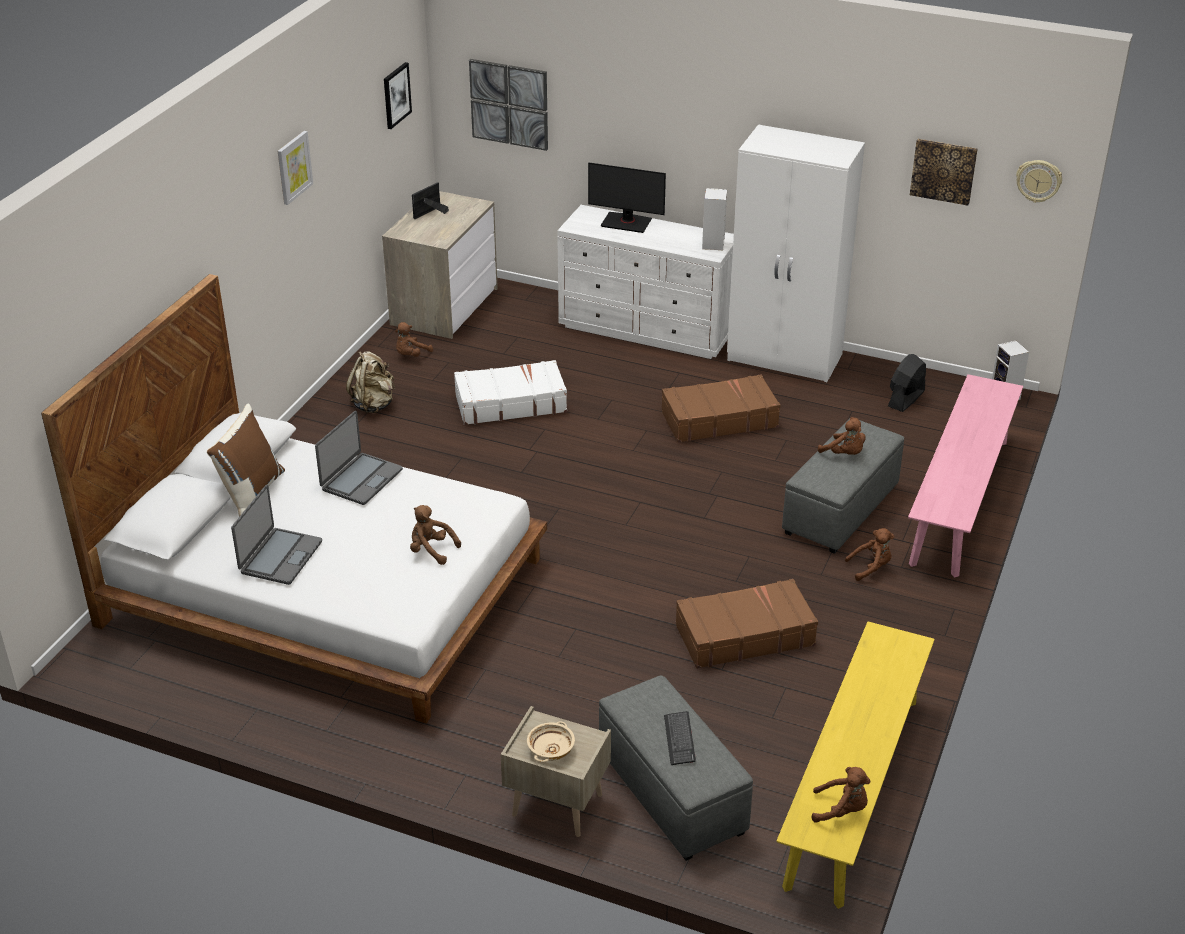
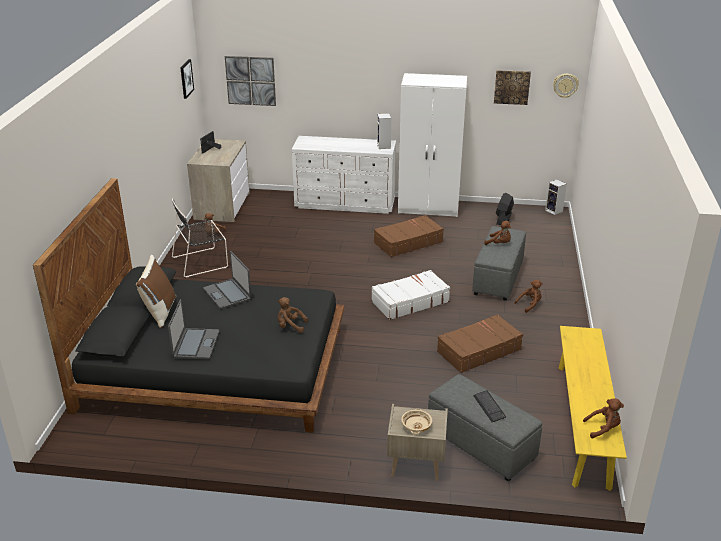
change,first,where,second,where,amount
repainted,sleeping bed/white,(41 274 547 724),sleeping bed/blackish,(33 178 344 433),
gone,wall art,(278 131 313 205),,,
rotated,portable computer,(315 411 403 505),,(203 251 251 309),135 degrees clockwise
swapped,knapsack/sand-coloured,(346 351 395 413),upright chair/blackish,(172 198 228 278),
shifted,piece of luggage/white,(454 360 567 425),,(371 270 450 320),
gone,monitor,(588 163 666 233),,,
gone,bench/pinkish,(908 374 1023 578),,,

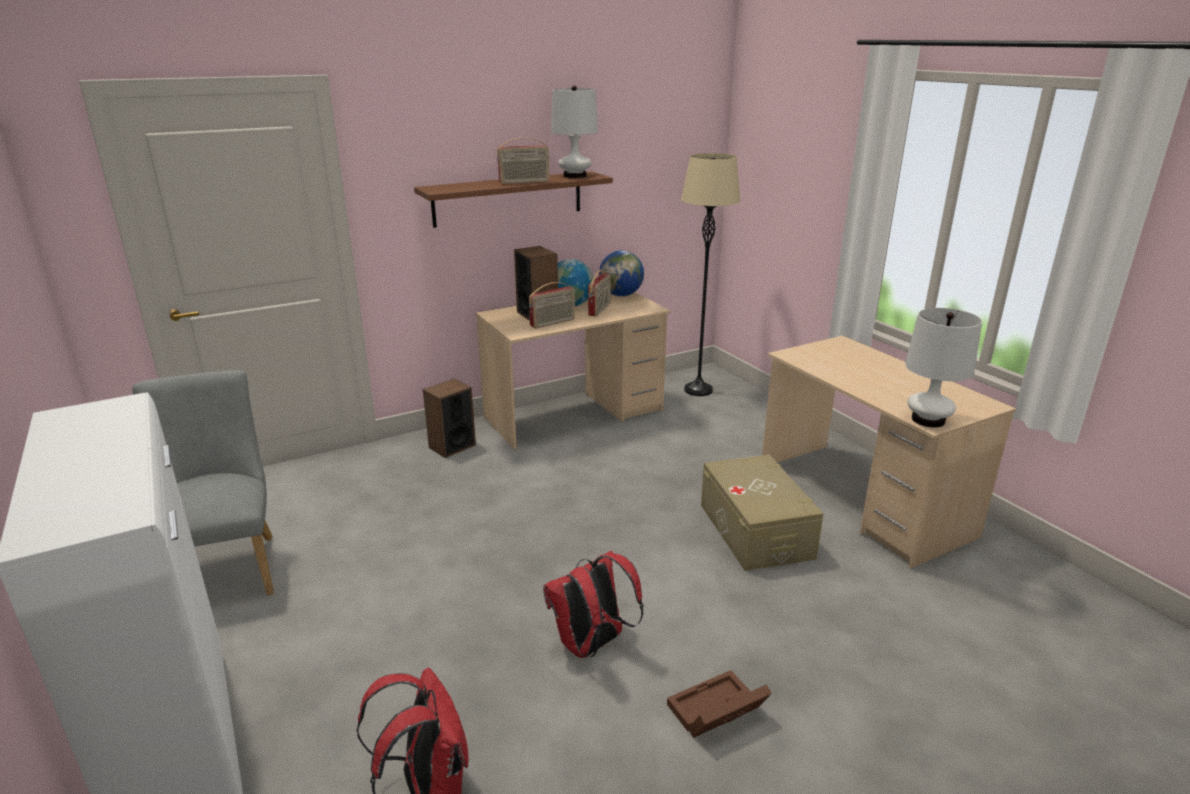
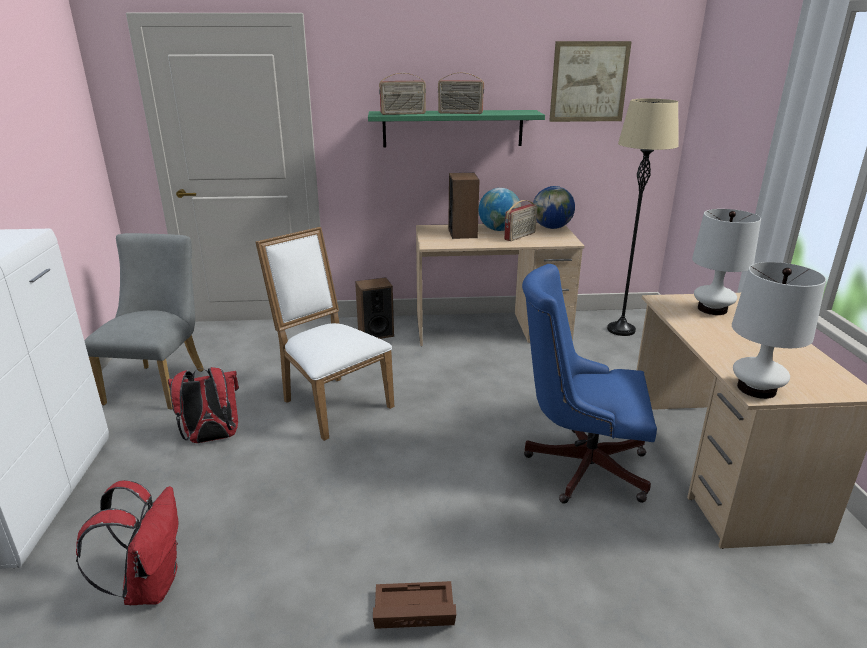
change,first,where,second,where,amount
repainted,bracket shelf/brownish,(414 171 613 228),bracket shelf/green,(368 110 545 148),
shifted,radio receiver,(529 282 575 328),,(379 73 426 115),
shifted,knapsack/red,(543 551 643 658),,(168 367 239 443),
shifted,lamp for a table/white,(551 86 598 178),,(692 209 761 315),
swapped,storage bin/sand-coloured,(701 455 823 571),desk chair/blue-coloured,(522 264 657 504),
new,,,upright chair/white,(256 227 394 441),
new,,,wall art,(549 41 632 122),

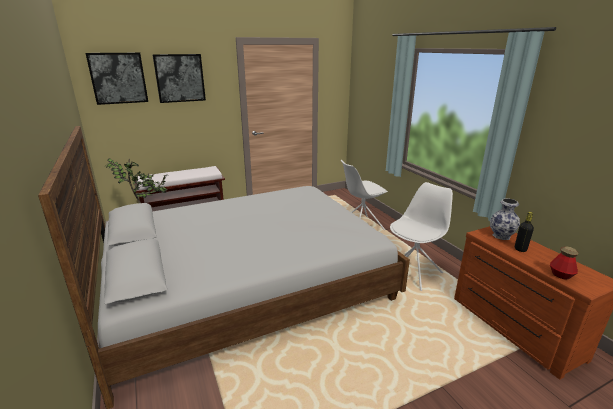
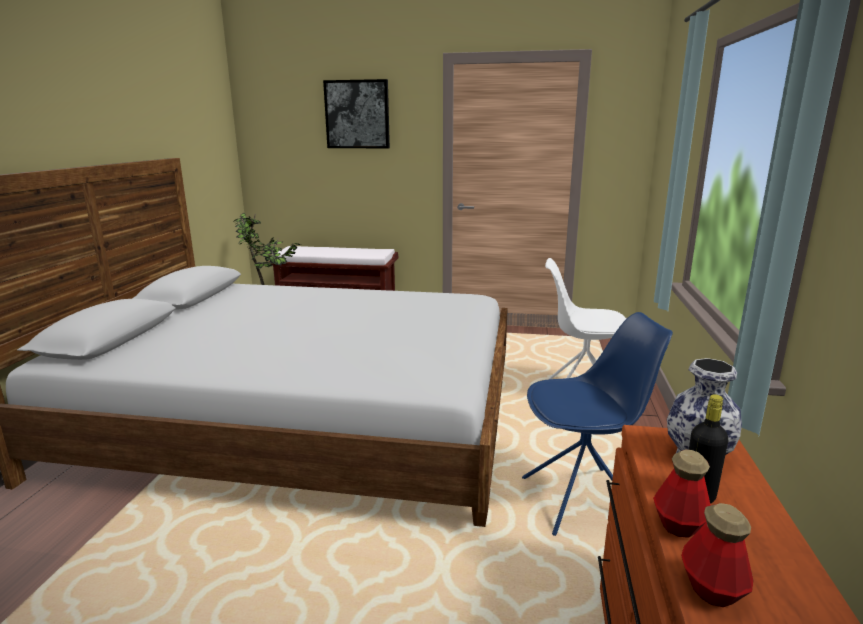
change,first,where,second,where,amount
gone,wall art,(86 53 148 105),,,
repainted,upright chair/white,(390 182 453 291),upright chair/blue-coloured,(522 312 673 536),
new,,,bottle,(653 450 711 538),

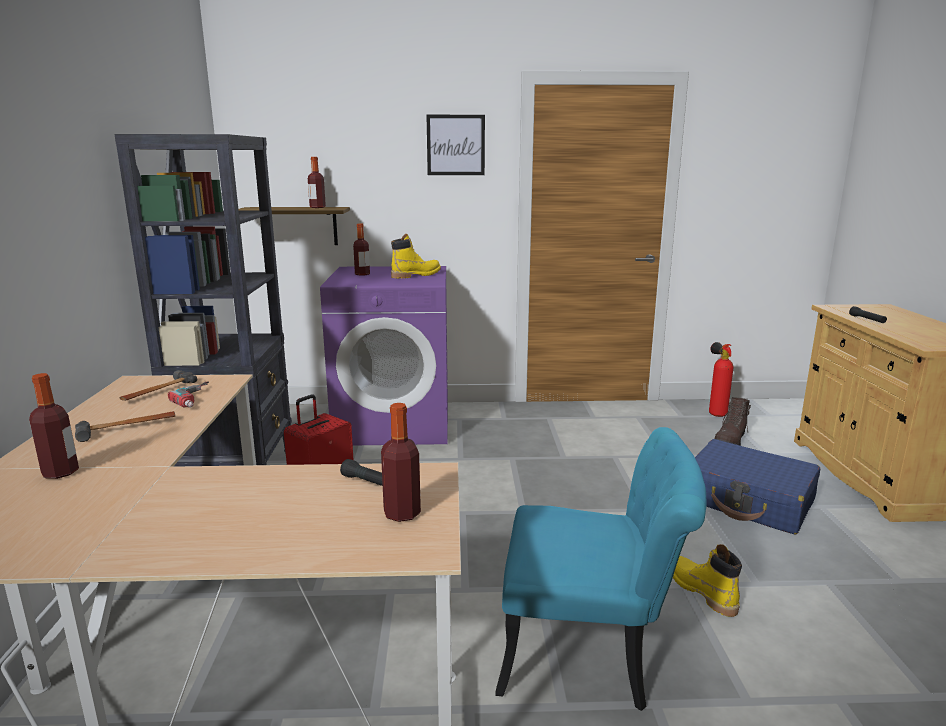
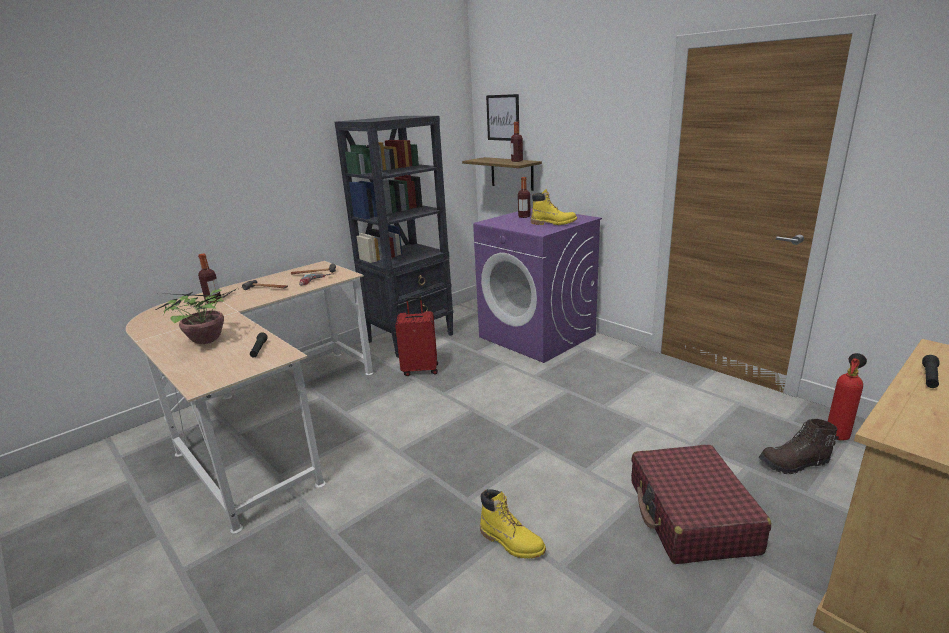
change,first,where,second,where,amount
gone,bottle,(381 403 421 522),,,
shifted,wall art,(427 115 485 175),,(486 94 519 141),
gone,upright chair/turquoise,(495 427 706 711),,,
rotated,high-top boot/yellow-coloured,(673 544 742 617),,(480 489 546 559),105 degrees clockwise
repainted,piece of luggage/blue-coloured,(695 439 820 535),piece of luggage/red,(631 445 771 564),
new,,,plant in a pot,(156 288 237 344),

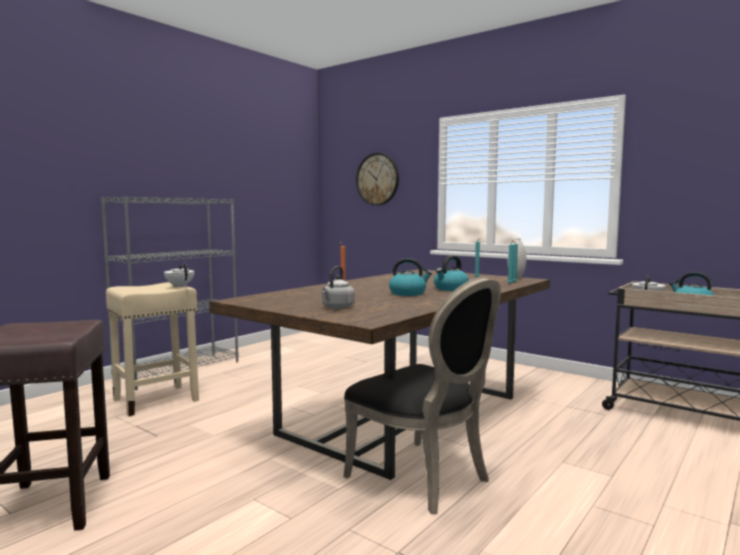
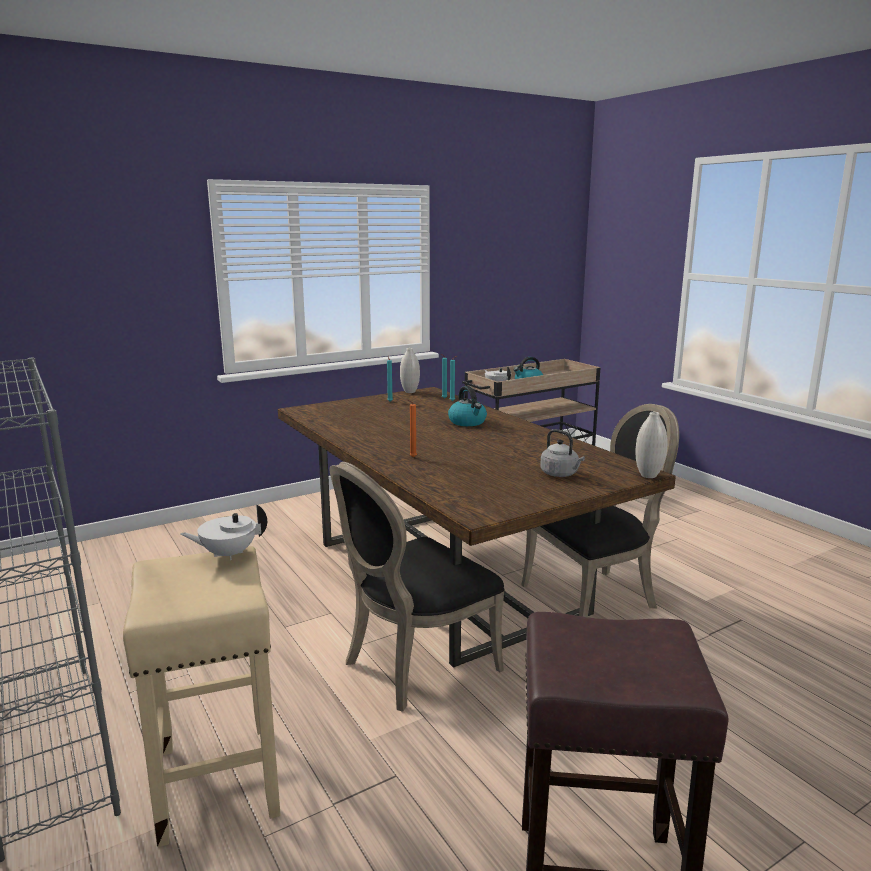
change,first,where,second,where,amount
gone,wall clock,(356 153 399 206),,,
gone,kettle,(389 258 432 296),,,
new,,,upright chair/blackish,(330 462 505 712),
new,,,decorative vase/white,(635 412 668 478),

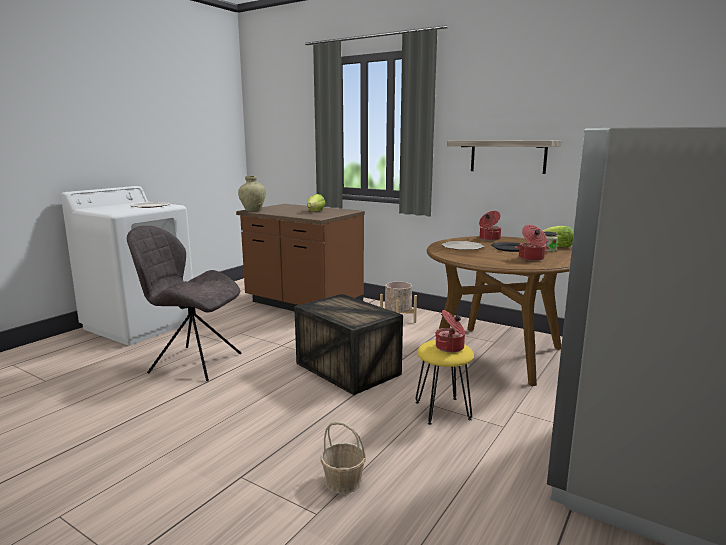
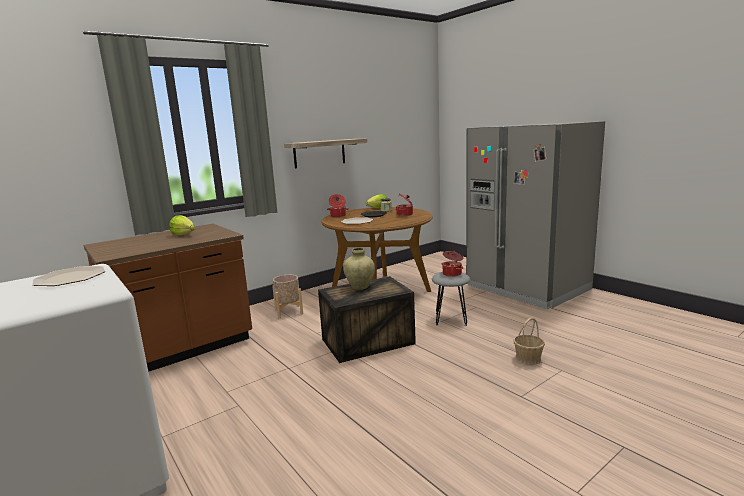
change,first,where,second,where,amount
gone,upright chair/greyish,(127 226 241 381),,,
shifted,decorative vase/sand-coloured,(238 176 266 211),,(343 248 375 290),
repainted,stool/yellow-coloured,(415 340 474 425),stool/greyish,(432 272 470 326),

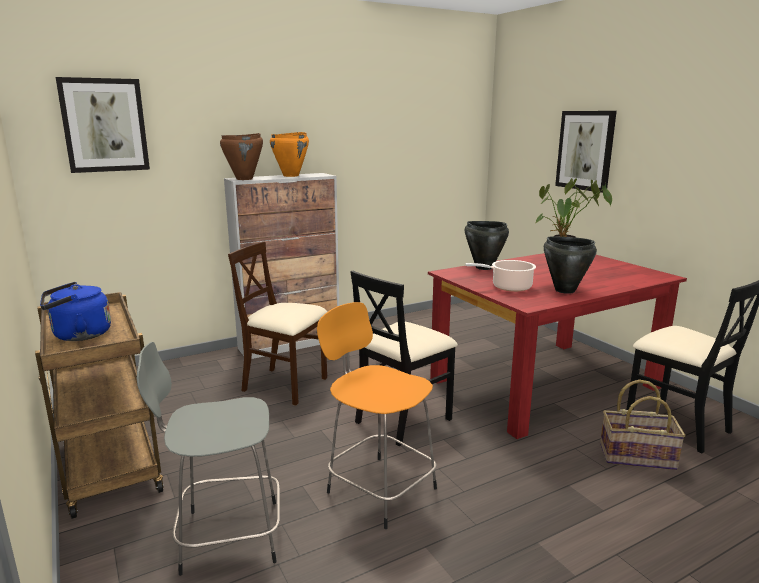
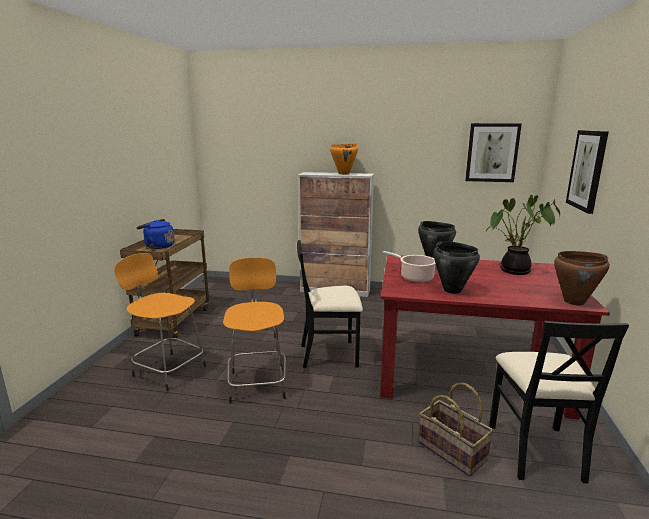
change,first,where,second,where,amount
shifted,wall art,(56 77 150 173),,(465 123 522 182),
repainted,stool/greyish,(137 342 280 576),stool/orangey,(114 253 206 391),
shifted,saucepot/brownish,(220 133 263 180),,(554 251 610 306),
gone,upright chair/sand-coloured,(228 242 327 406),,,

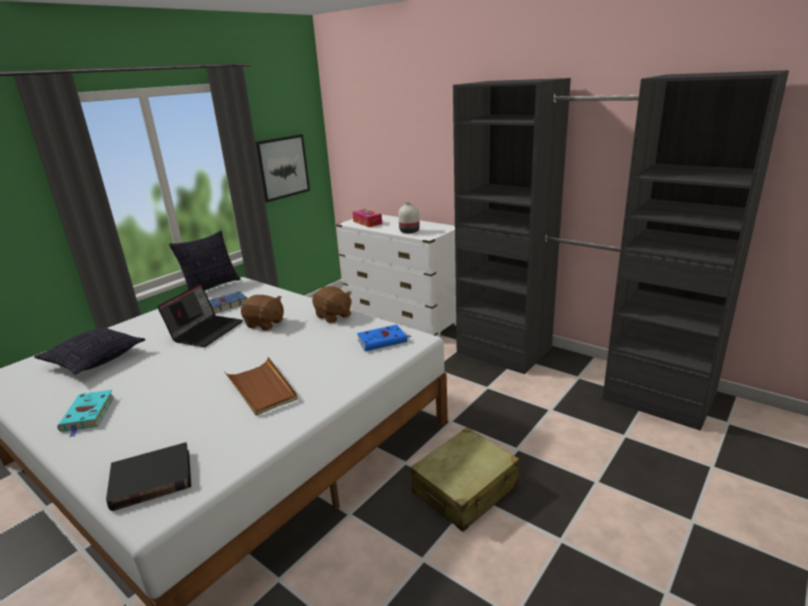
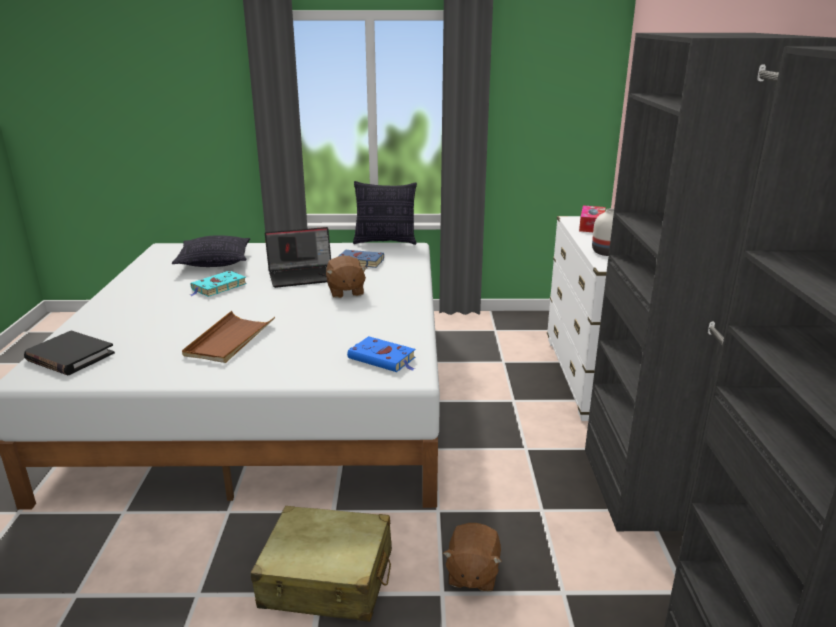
change,first,where,second,where,amount
shifted,volume/turquoise,(57 390 114 437),,(191 271 247 297),
gone,wall art,(255 134 310 202),,,
shifted,plush toy/brownish,(312 286 352 323),,(443 523 502 592),

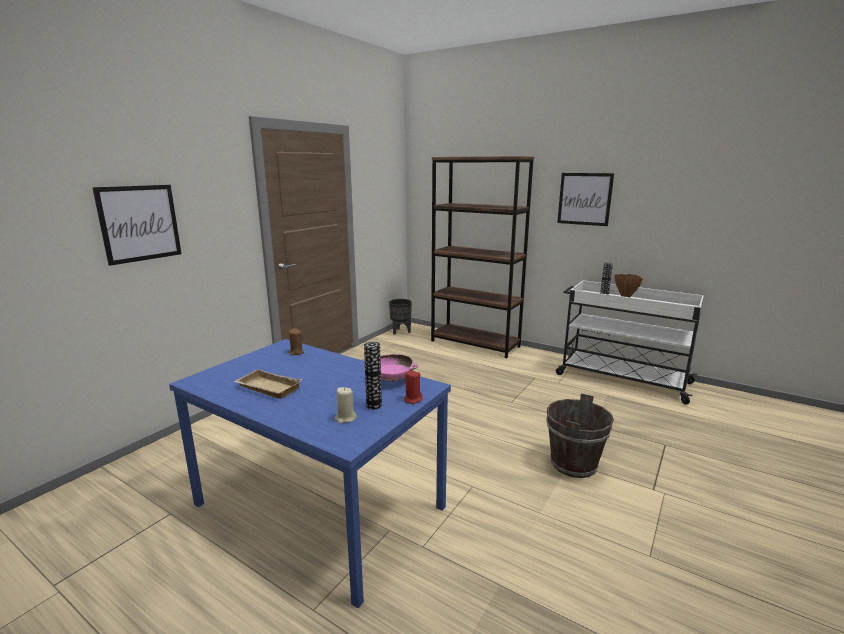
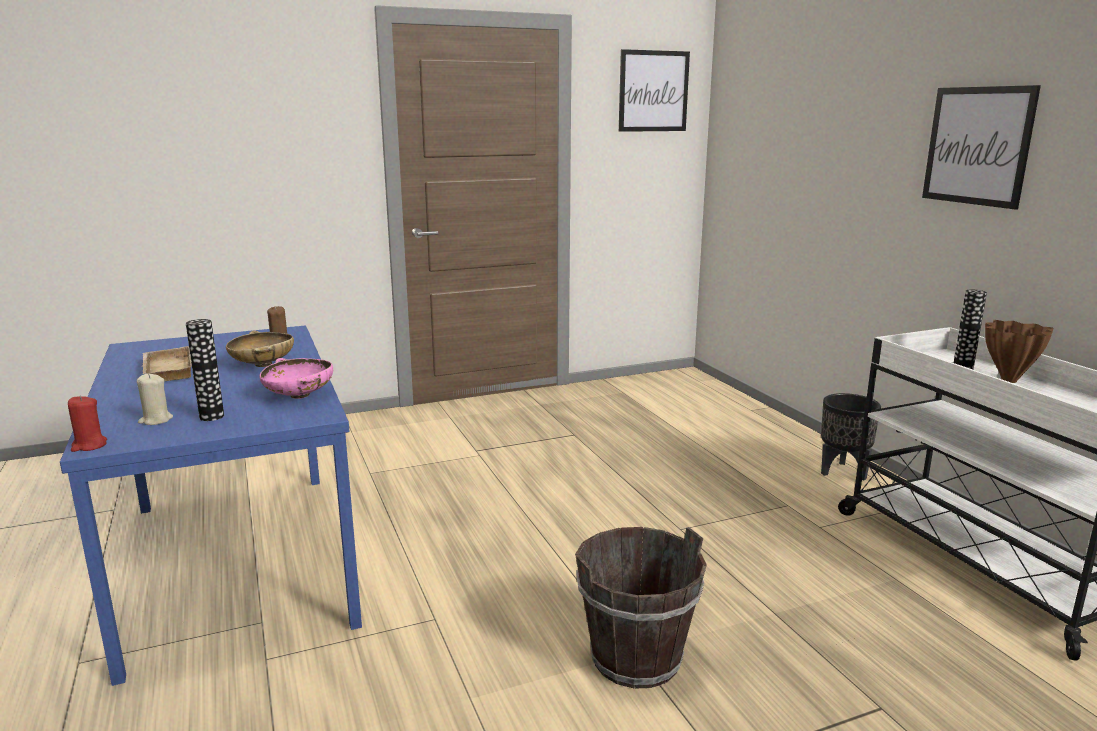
change,first,where,second,where,amount
shifted,wall art,(92 185 181 266),,(619 49 690 132),
shifted,flower pot/blackish,(389 299 412 335),,(821 393 881 480),
shifted,candle/red,(404 371 423 405),,(68 396 107 452),
gone,shelving unit/brownish,(431 156 534 358),,,
new,,,deep dish/sand-coloured,(226 330 294 367),

